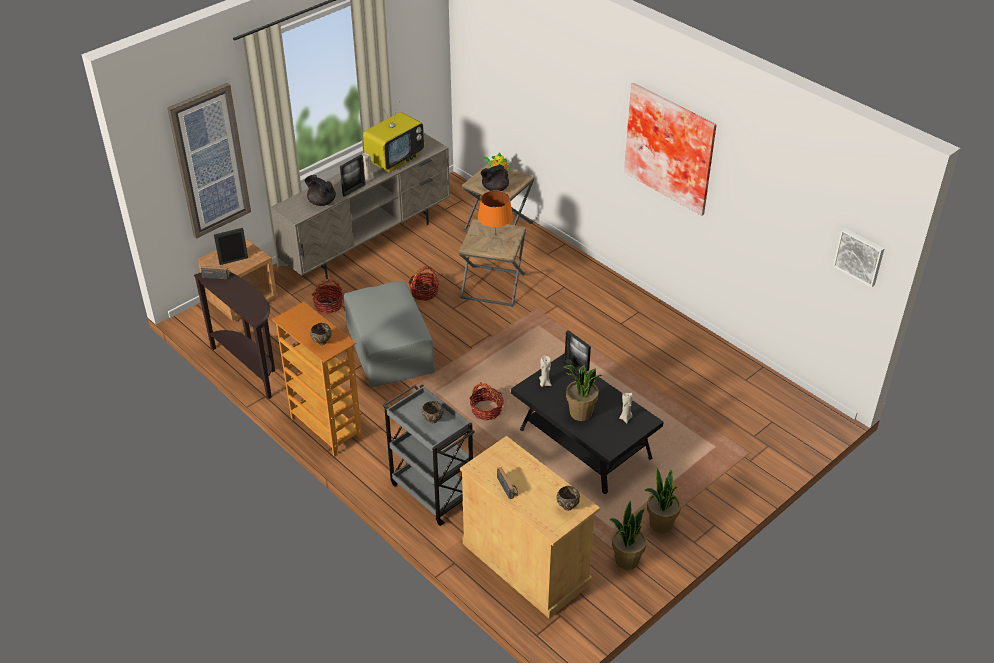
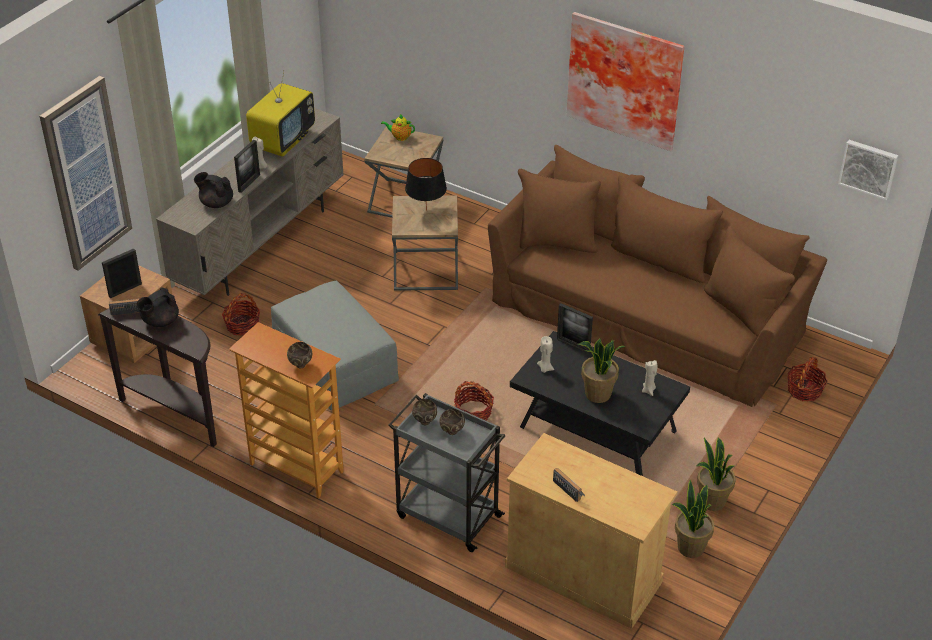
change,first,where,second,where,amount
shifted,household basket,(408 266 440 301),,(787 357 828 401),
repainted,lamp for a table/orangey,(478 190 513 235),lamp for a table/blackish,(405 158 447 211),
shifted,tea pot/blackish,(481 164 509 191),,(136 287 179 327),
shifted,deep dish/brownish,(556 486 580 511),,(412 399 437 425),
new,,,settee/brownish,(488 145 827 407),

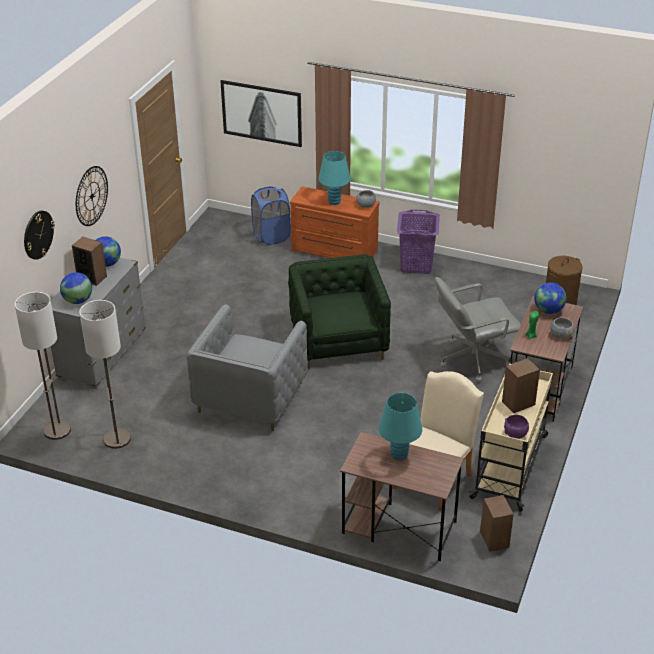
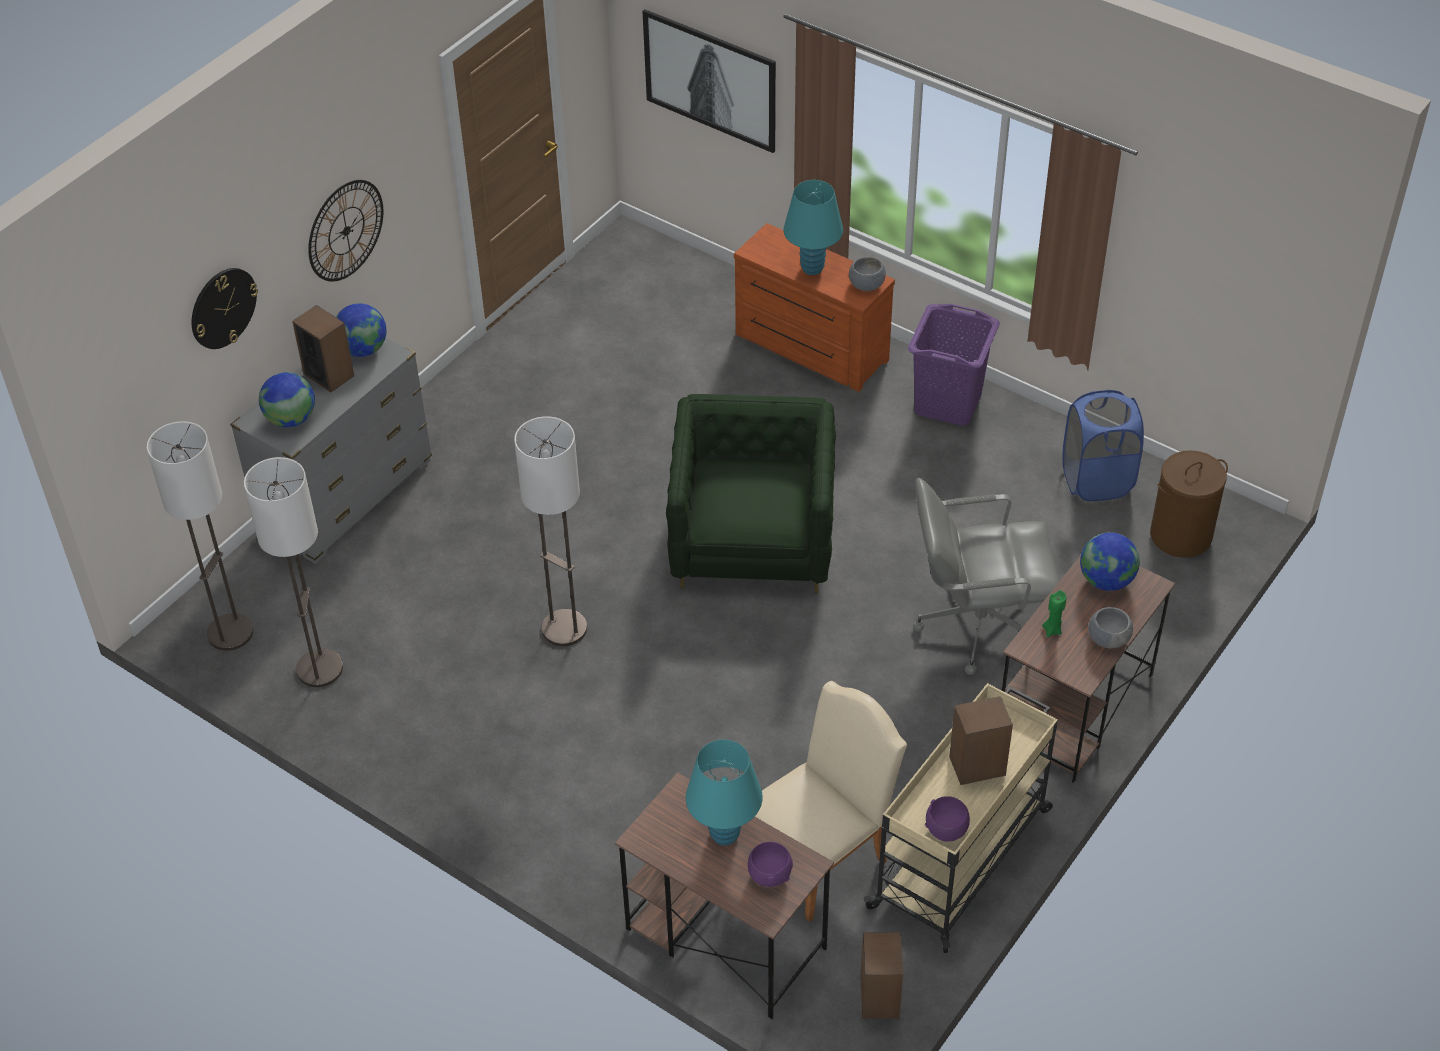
change,first,where,second,where,amount
swapped,lounge chair/greyish,(187 305 308 431),floor lamp,(514 416 587 646),
shifted,hamper/blue-coloured,(251 186 291 245),,(1063 390 1144 501),
new,,,deep dish/purple-coloured,(748 842 793 887),

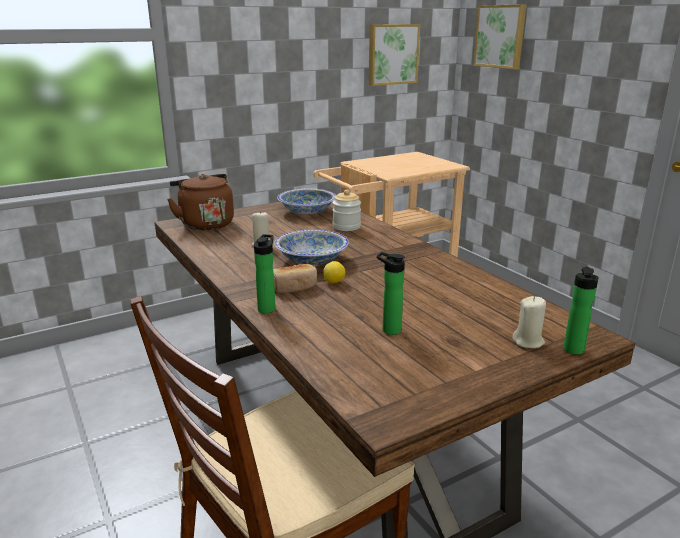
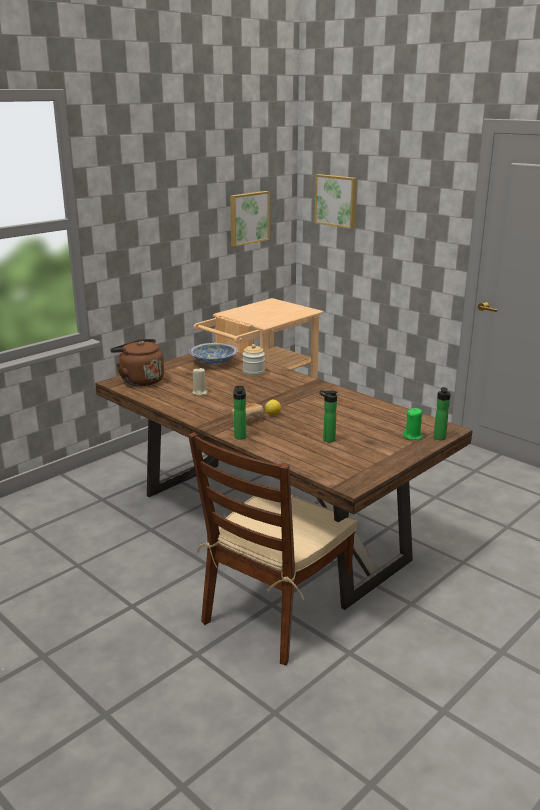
change,first,where,second,where,amount
gone,deep dish,(274 229 349 265),,,
repainted,candle/sand-coloured,(512 296 546 348),candle/green,(403 408 422 440),

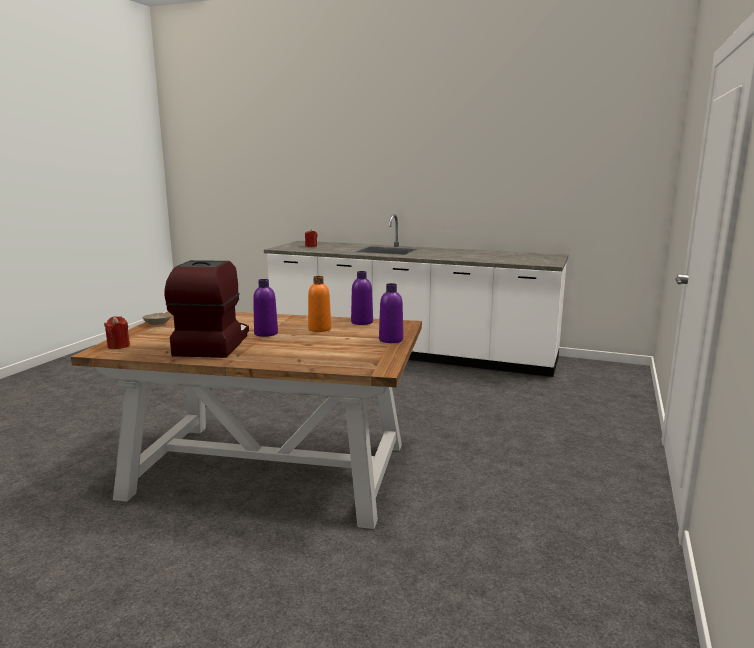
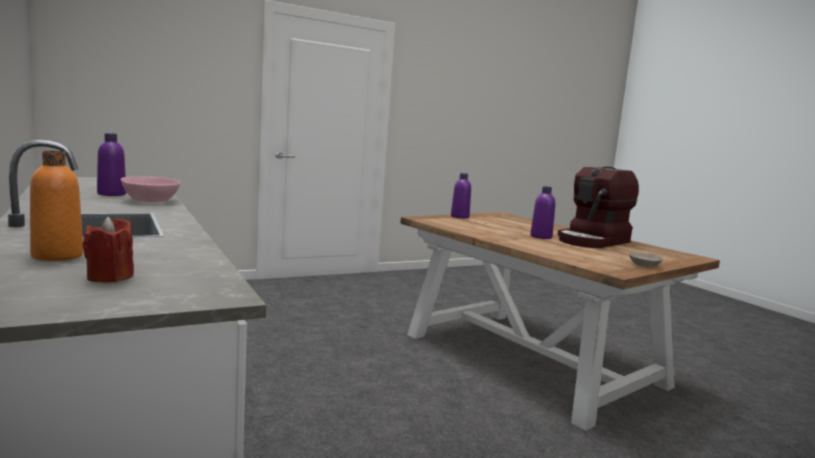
change,first,where,second,where,amount
gone,candle/red,(104 316 130 349),,,
shifted,bottle/orangey,(308 276 331 332),,(30 151 83 261),
shifted,bottle/purple-coloured,(351 271 373 325),,(97 133 126 196),
new,,,deep dish/pinkish,(121 176 180 202),

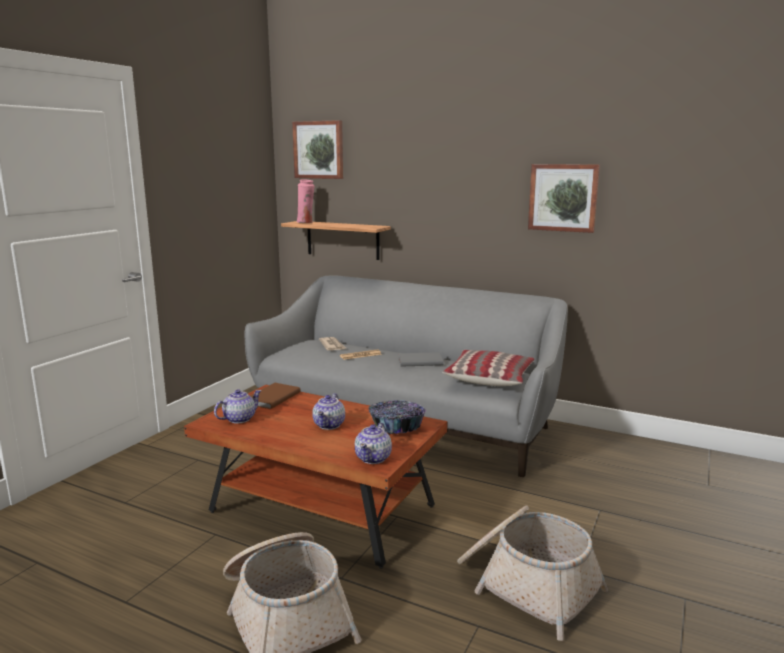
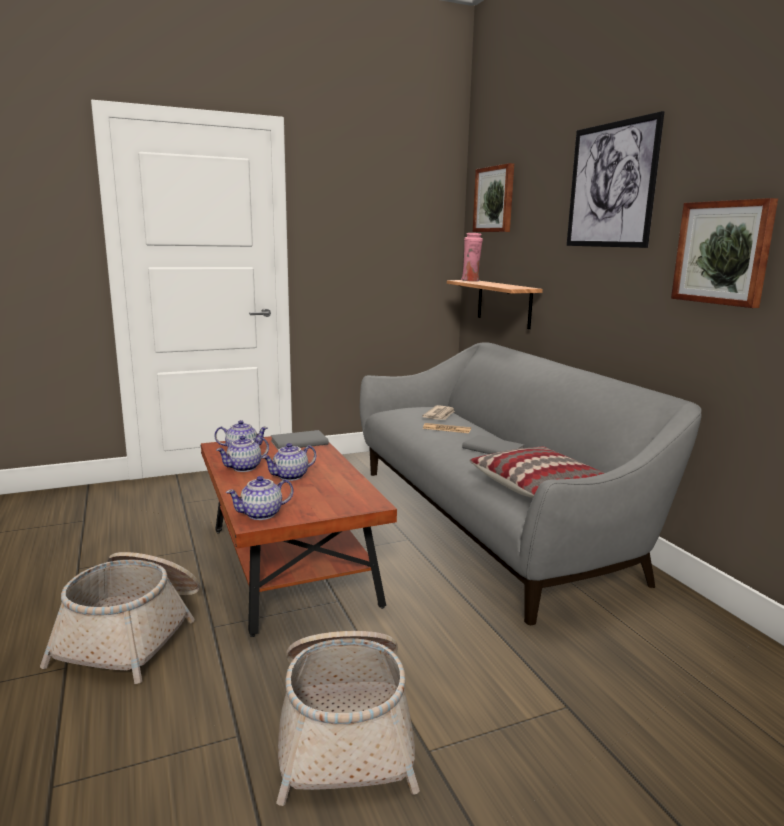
change,first,where,second,where,amount
repainted,volume/brownish,(250 383 301 409),volume/greyish,(271 430 329 450),
gone,deep dish,(368 400 426 434),,,
new,,,tea pot,(216 436 269 472),
new,,,wall art,(567 111 664 248),

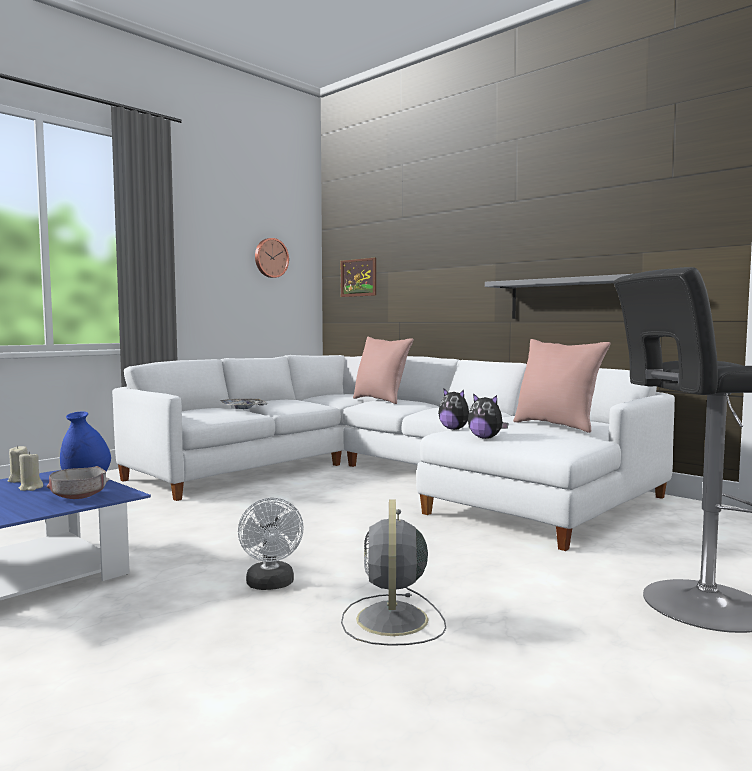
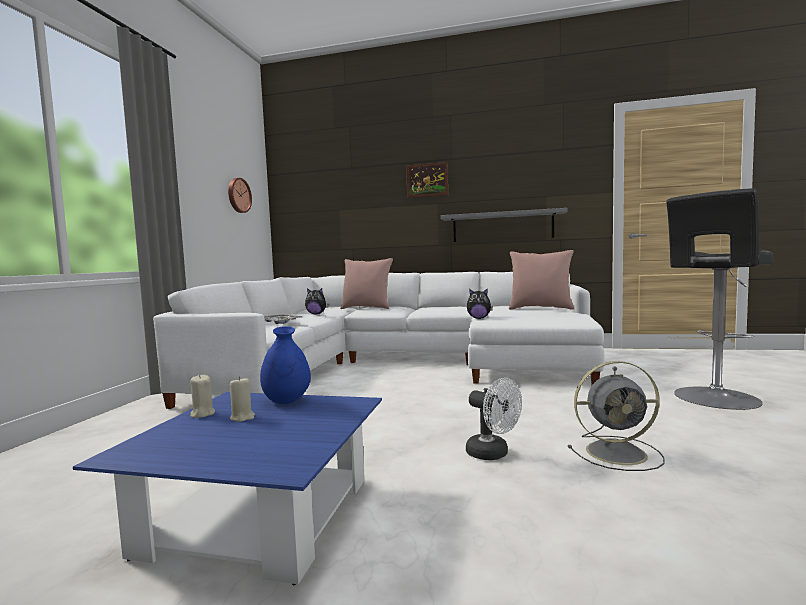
change,first,where,second,where,amount
gone,deep dish/greyish,(47 466 109 499),,,
shifted,wall art,(341 258 376 297),,(406 162 448 198),
rotated,cooling fan/greyish,(341 500 446 646),,(567 361 665 471),60 degrees counterclockwise
shifted,plush toy,(468 393 509 439),,(305 288 329 314),

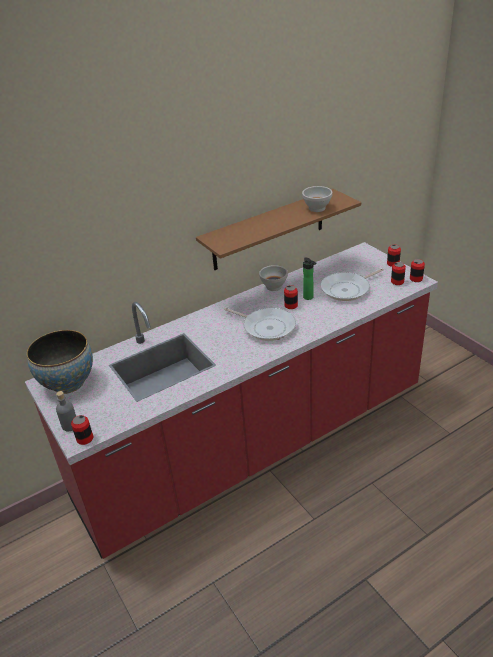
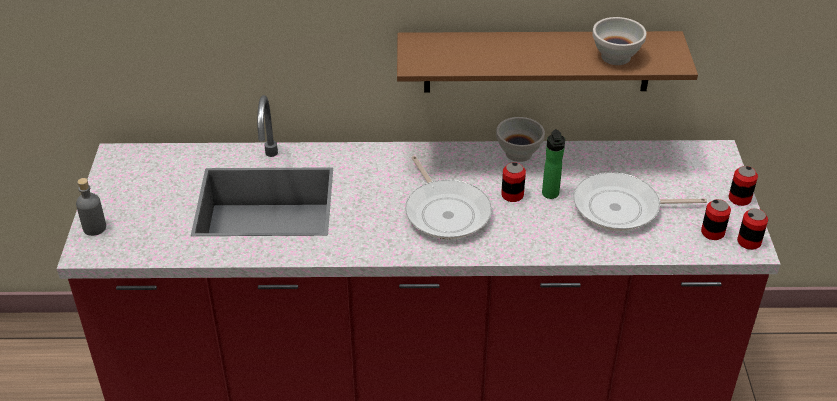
change,first,where,second,where,amount
gone,deep dish,(27 330 93 394),,,
gone,sealed can,(71 415 93 445),,,

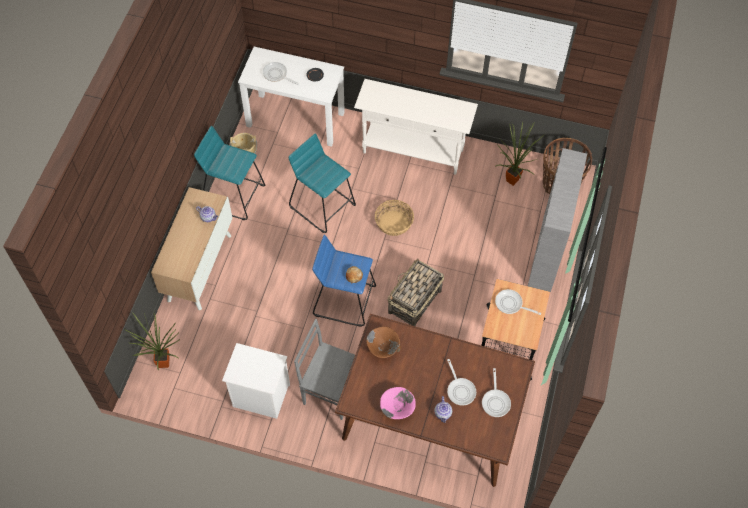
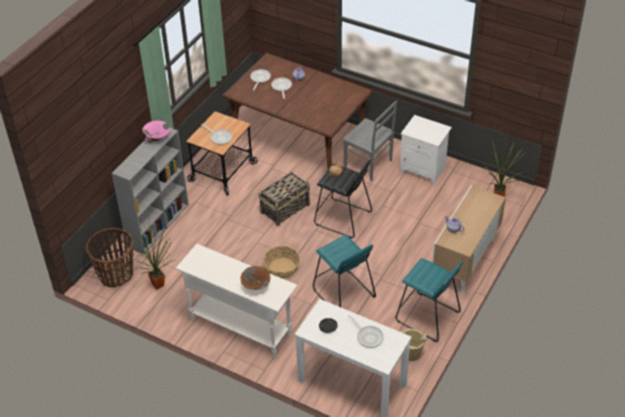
change,first,where,second,where,amount
repainted,stool/blue-coloured,(312 235 376 327),stool/blackish,(314 160 372 239),
shifted,deep dish/brownish,(366 326 401 358),,(241 266 270 290),
shifted,deep dish/pinkish,(380 387 416 419),,(142 121 171 143),

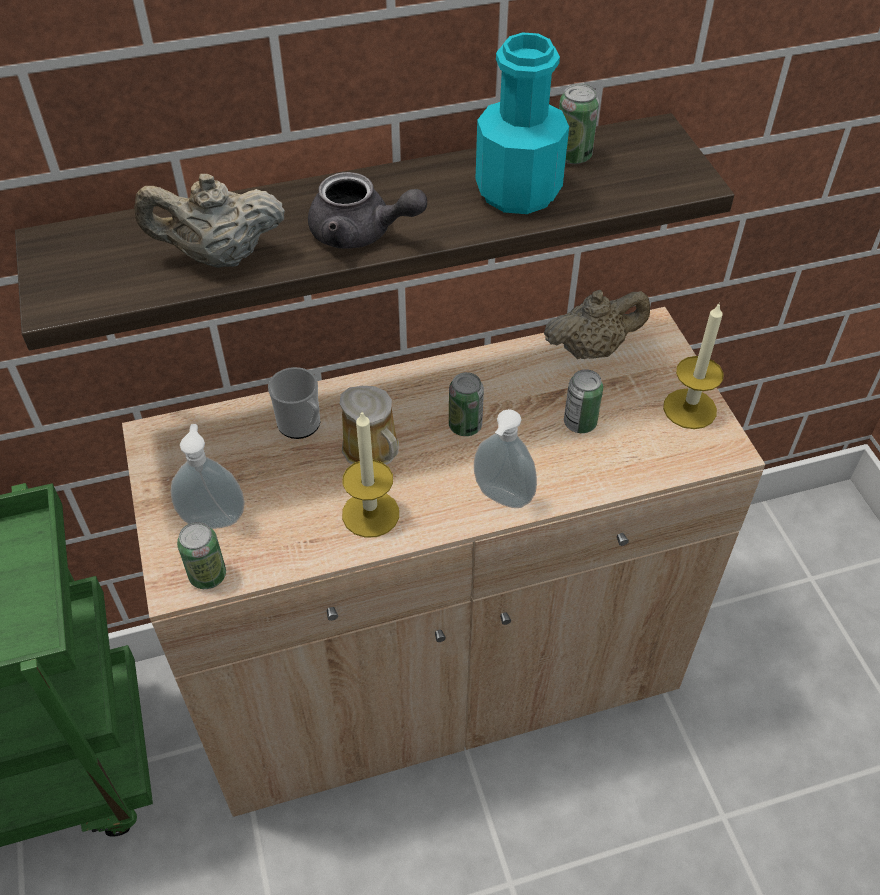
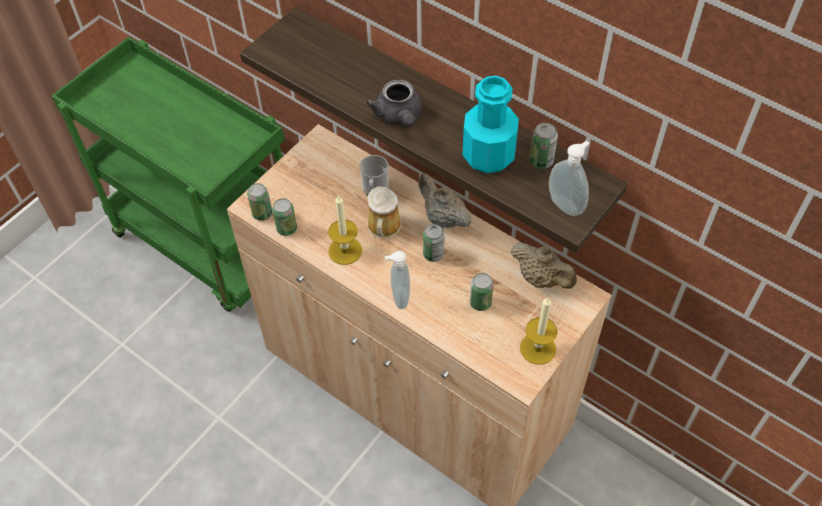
change,first,where,second,where,amount
shifted,tea pot/sand-coloured,(134 174 285 268),,(419 173 472 228),
shifted,soap bottle,(171 424 245 529),,(549 141 589 216),
new,,,sealed can,(272 198 297 236),

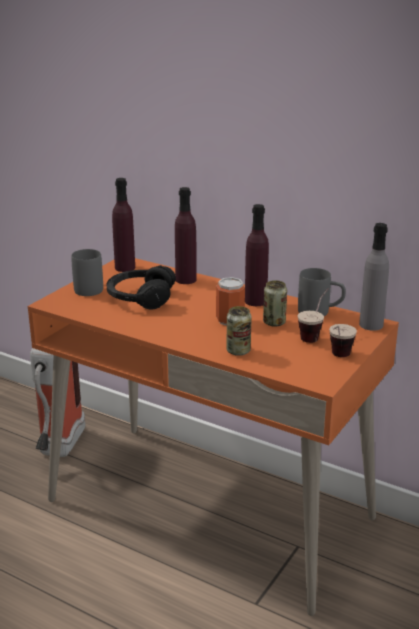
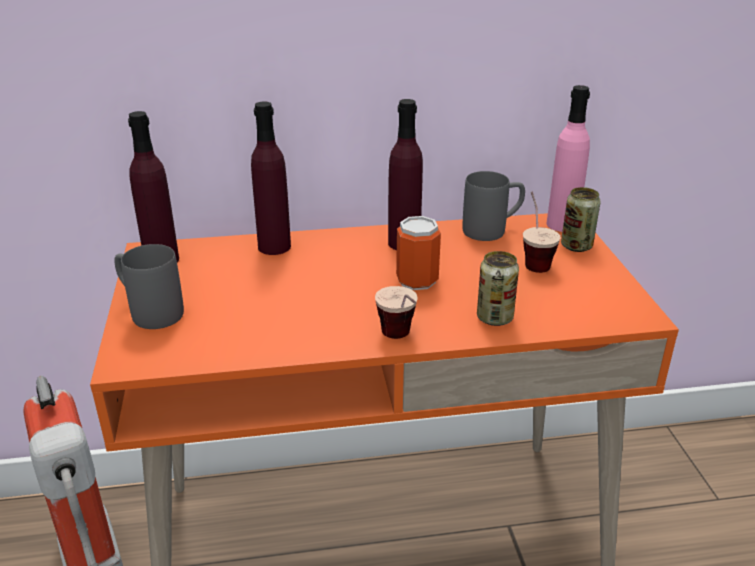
change,first,where,second,where,amount
gone,pair of headphones/blackish,(107 265 176 309),,,
shifted,sealed can,(263 280 287 327),,(561 187 601 252),
shifted,drinking cup,(329 324 357 357),,(375 286 418 339),
repainted,bottle/greyish,(359 223 389 331),bottle/pinkish,(546 85 590 232),

